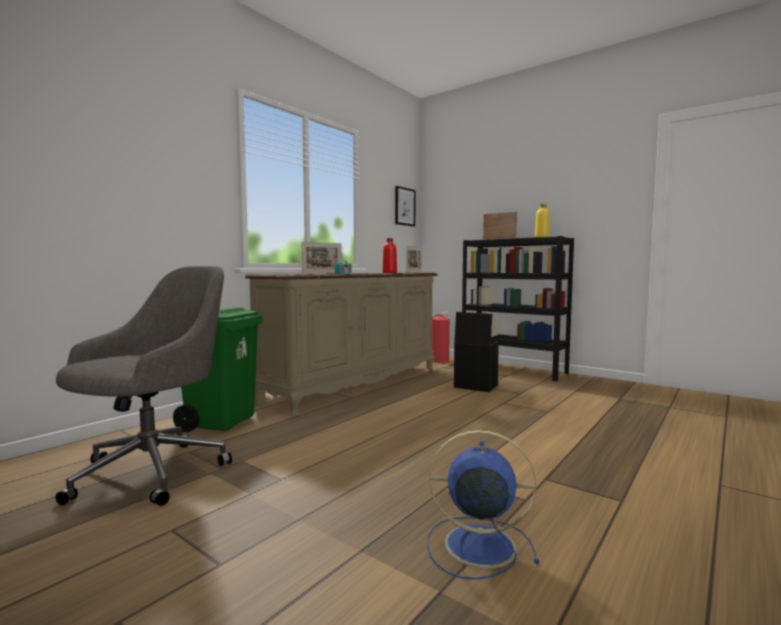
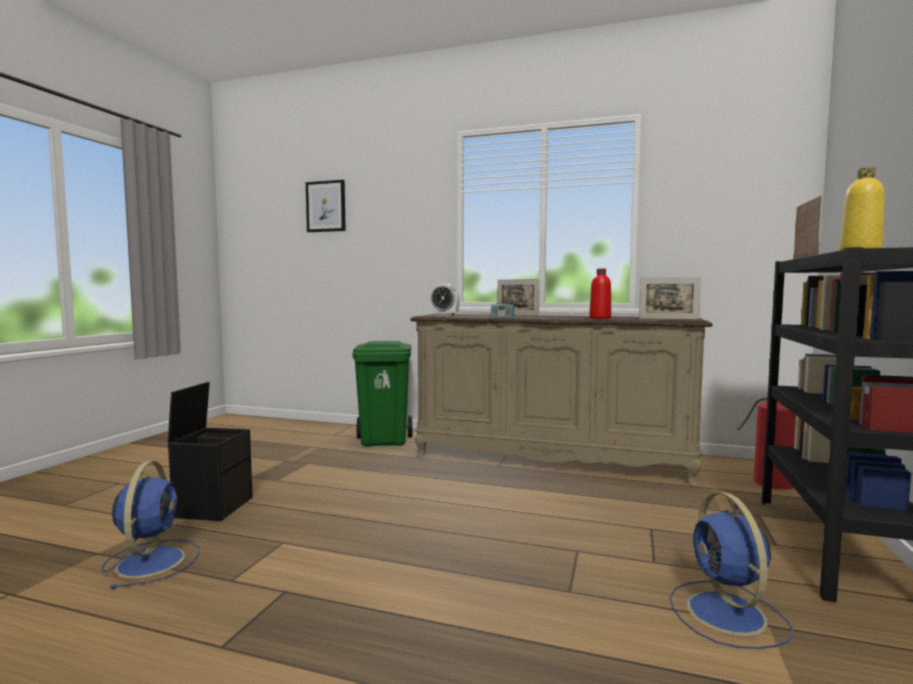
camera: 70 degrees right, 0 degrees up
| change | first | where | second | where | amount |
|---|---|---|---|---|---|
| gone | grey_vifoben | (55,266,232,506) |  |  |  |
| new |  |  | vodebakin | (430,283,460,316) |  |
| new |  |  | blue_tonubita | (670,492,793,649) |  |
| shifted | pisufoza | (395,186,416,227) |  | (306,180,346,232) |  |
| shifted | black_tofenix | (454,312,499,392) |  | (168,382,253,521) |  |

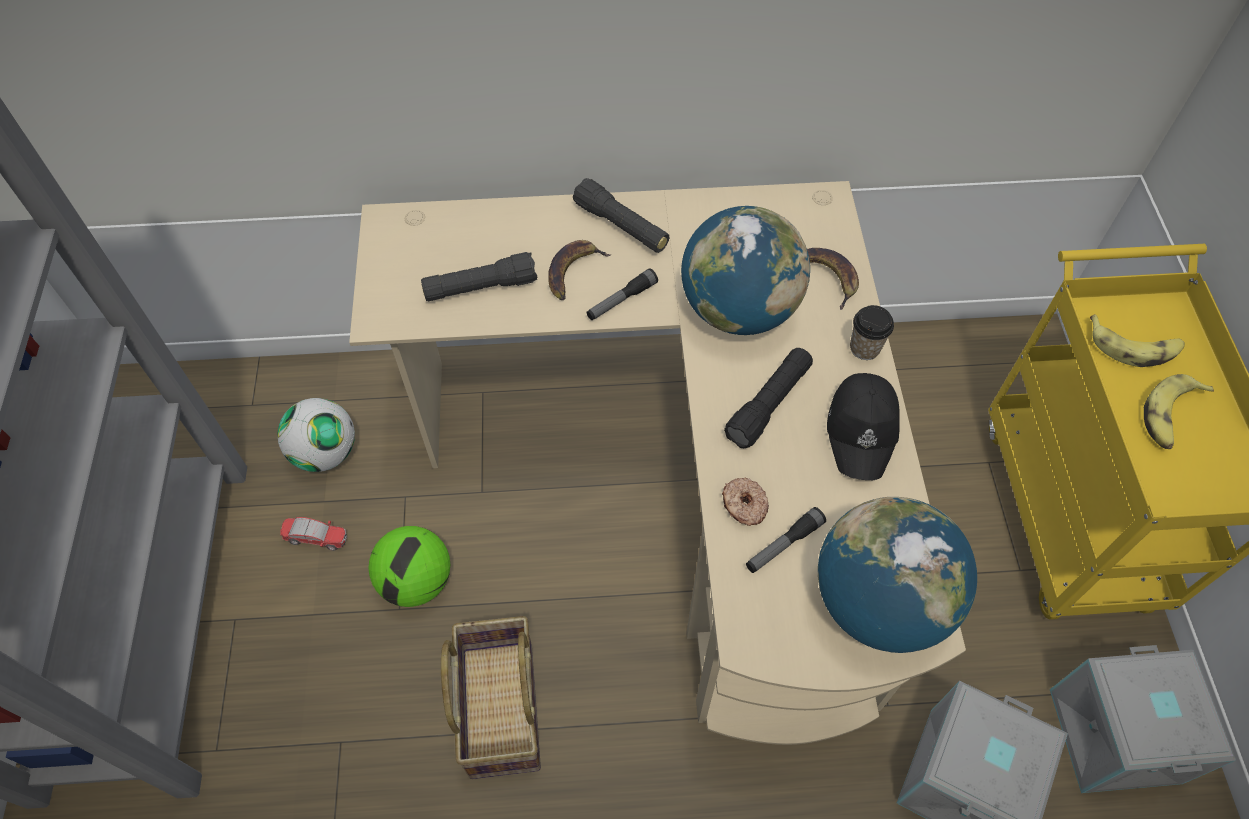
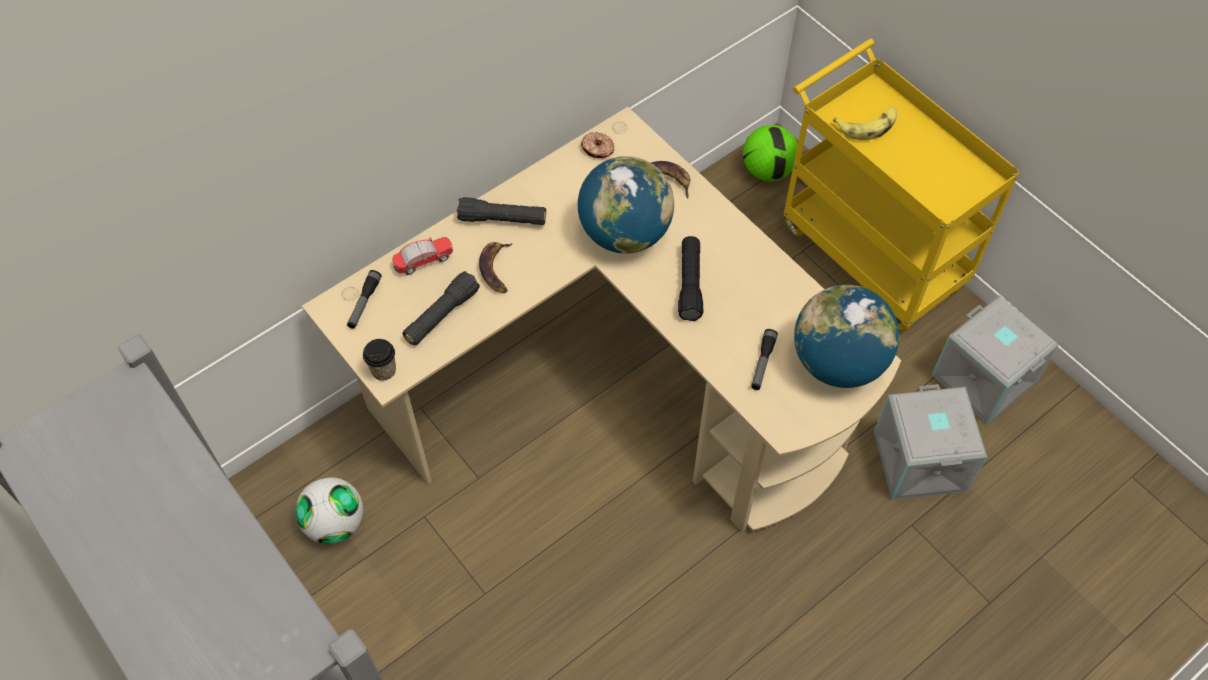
camera: 35 degrees left, 0 degrees up
| change | first | where | second | where | amount |
|---|---|---|---|---|---|
| gone | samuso | (441,616,541,779) |  |  |  |
| gone | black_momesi | (827,373,900,480) |  |  |  |
| gone | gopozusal | (1144,374,1214,449) |  |  |  |
| shifted | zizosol | (280,517,347,551) |  | (392,237,453,275) |  |
| shifted | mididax | (369,526,450,607) |  | (743,125,798,181) |  |
| shifted | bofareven | (586,268,658,320) |  | (347,270,382,329) |  |
| shifted | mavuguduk | (722,478,769,526) |  | (581,132,614,158) |  |
| shifted | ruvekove | (850,305,894,360) |  | (363,339,396,381) |  |

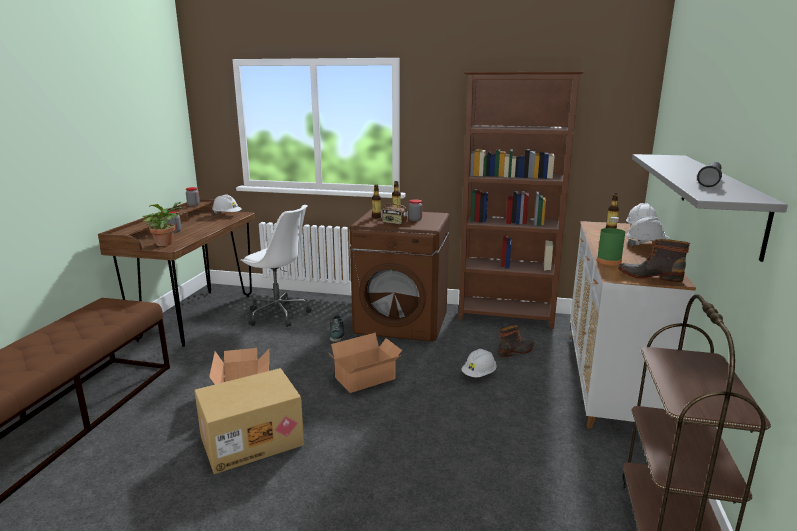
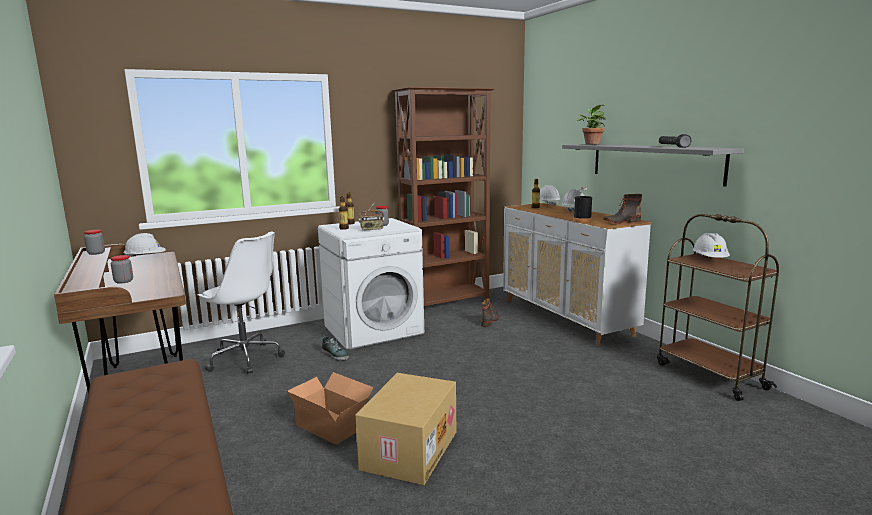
camera: 40 degrees left, 5 degrees down
| change | first | where | second | where | amount |
|---|---|---|---|---|---|
| gone | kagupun | (331,333,402,393) |  |  |  |
| shifted | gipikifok | (143,202,183,246) |  | (576,104,606,145) |  |
| shifted | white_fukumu | (461,349,497,377) |  | (693,233,730,258) |  |
| repainted | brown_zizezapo | (350,209,450,342) | white_zizezapo | (318,218,424,350) |  |
| repainted | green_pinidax | (597,217,625,265) | black_pinidax | (574,187,592,222) |  |
| rotated | white_vifoben | (240,205,312,327) |  | (197,232,285,374) | 45 degrees clockwise |

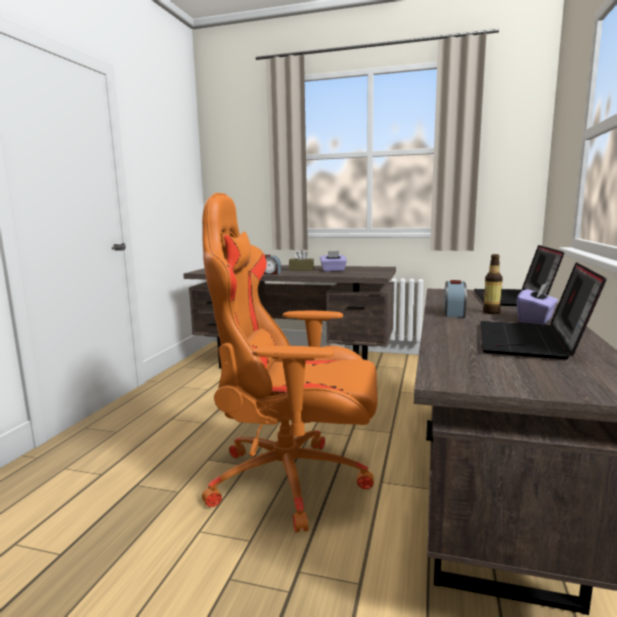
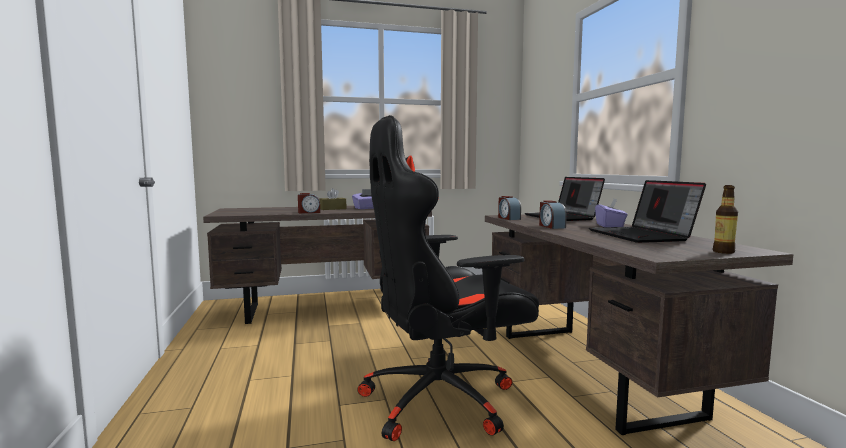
camera: 30 degrees left, 5 degrees down
| change | first | where | second | where | amount |
|---|---|---|---|---|---|
| new |  |  | vodebakin | (498,196,521,220) |  |
| shifted | pinidax | (483,254,503,314) |  | (713,185,738,254) |  |
| repainted | orange_vifoben | (202,193,378,533) | black_vifoben | (357,115,539,441) |  |

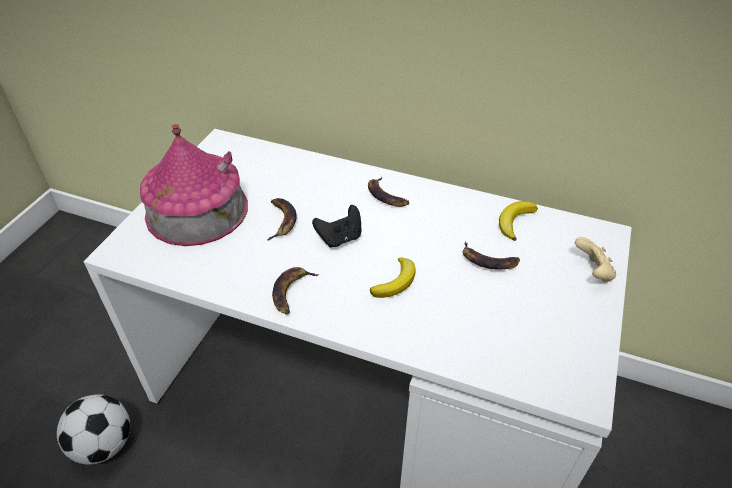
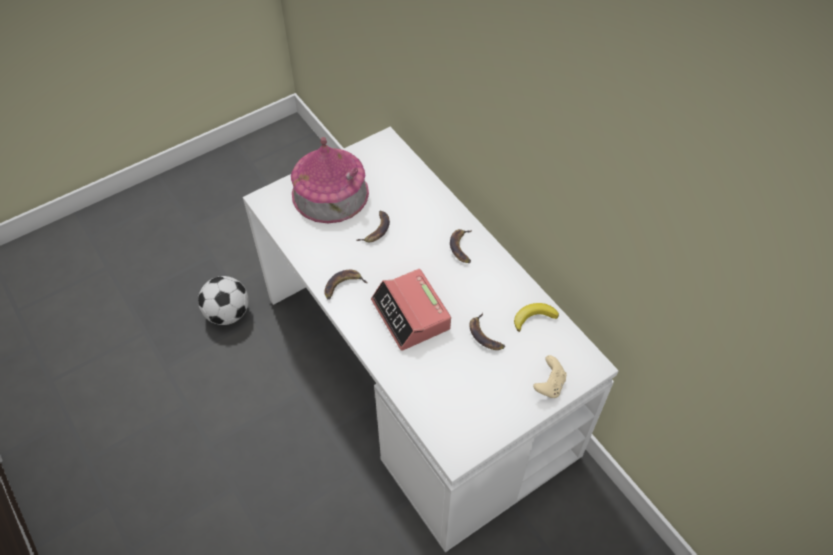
camera: 35 degrees right, 10 degrees up
| change | first | where | second | where | amount |
|---|---|---|---|---|---|
| gone | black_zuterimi | (312,205,361,248) |  |  |  |
| swapped | gopozusal | (370,257,416,298) | vodebakin | (371,269,451,351) |  |

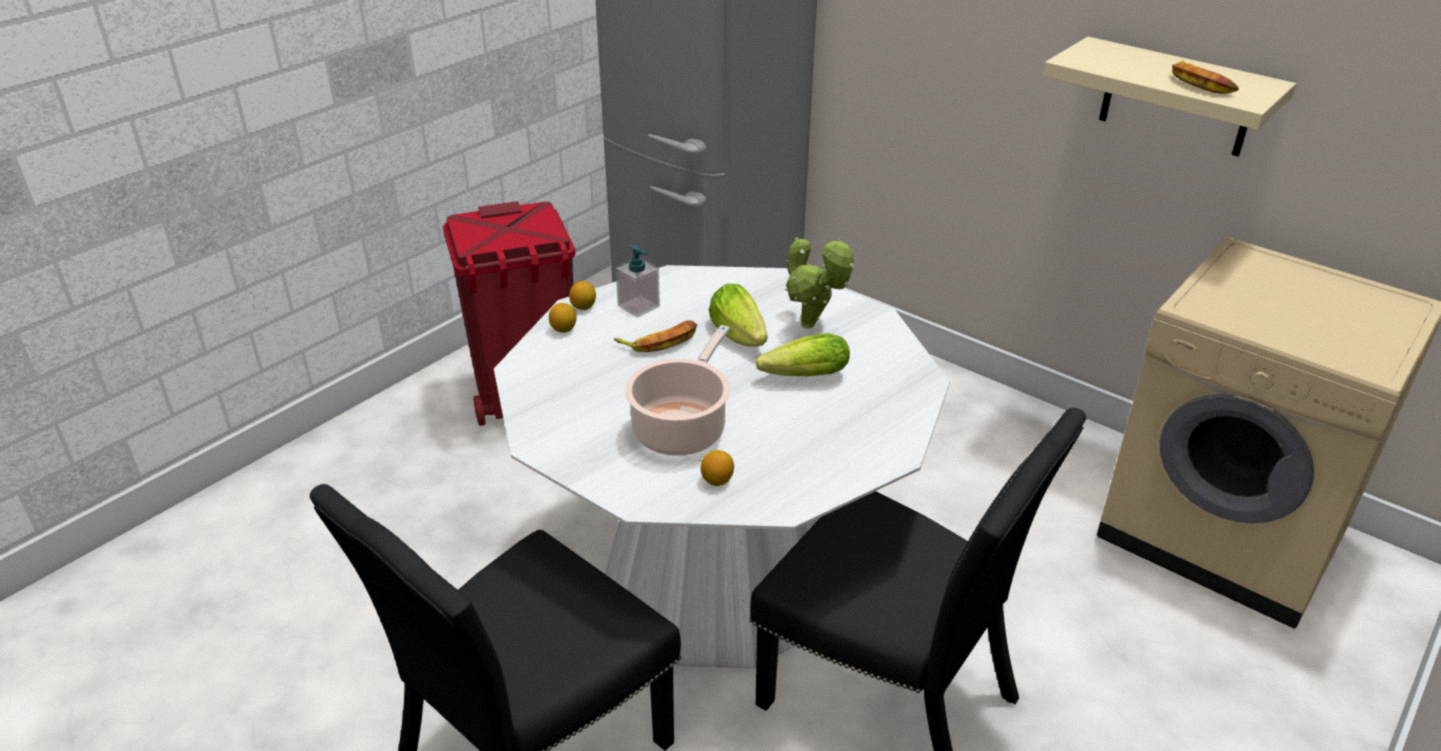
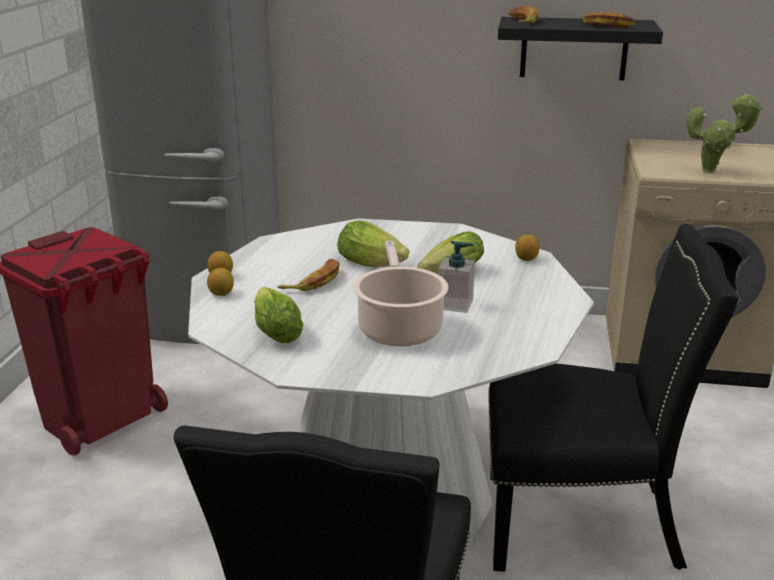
camera: 30 degrees left, 10 degrees down
| change | first | where | second | where | amount |
|---|---|---|---|---|---|
| new |  |  | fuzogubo | (254,287,303,343) |  |
| new |  |  | gopozusal | (509,6,539,23) |  |
| shifted | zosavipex | (616,244,660,317) |  | (438,241,475,313) |  |
| shifted | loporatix | (701,450,734,486) |  | (515,235,539,261) |  |
| shifted | gipikifok | (785,237,854,329) |  | (686,92,763,174) |  |
| repainted | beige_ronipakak | (1043,36,1296,156) | black_ronipakak | (498,17,663,80) |  |

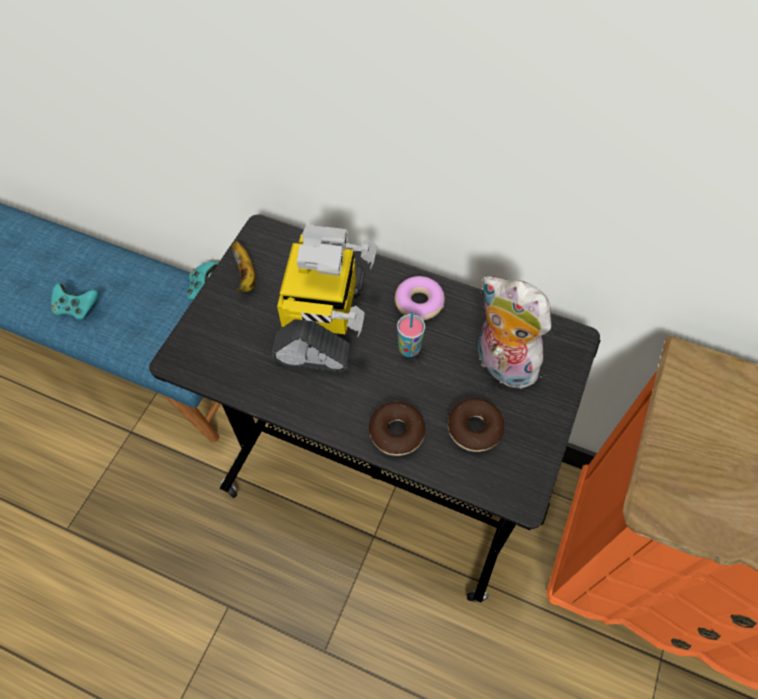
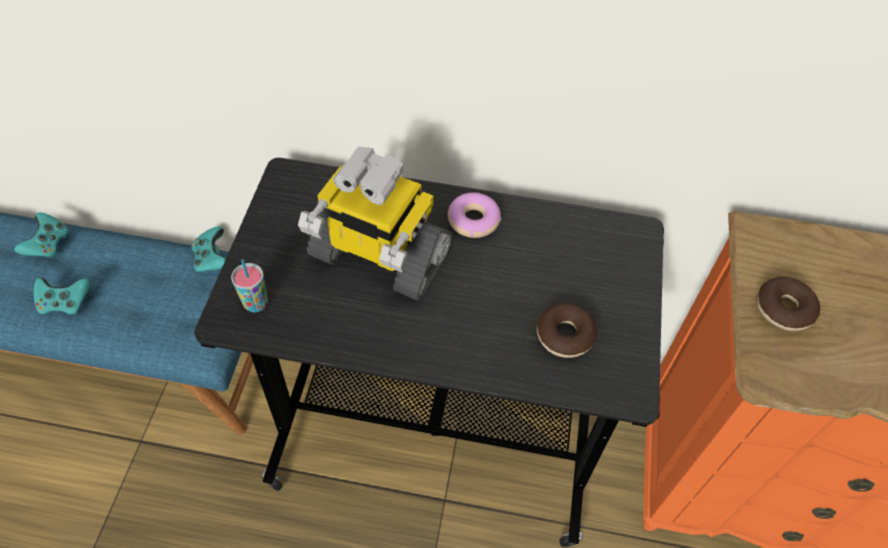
camera: 15 degrees left, 5 degrees down
| change | first | where | second | where | amount |
|---|---|---|---|---|---|
| gone | gopozusal | (233,241,256,292) |  |  |  |
| gone | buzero | (478,276,551,389) |  |  |  |
| new |  |  | turquoise_zuterimi | (14,212,68,258) |  |
| shifted | mavuguduk | (369,402,425,456) |  | (757,277,820,331) |  |
| shifted | ruvekove | (397,312,425,357) |  | (231,259,268,312) |  |
| rotated | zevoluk | (272,224,377,373) |  | (298,147,453,301) | 120 degrees clockwise |

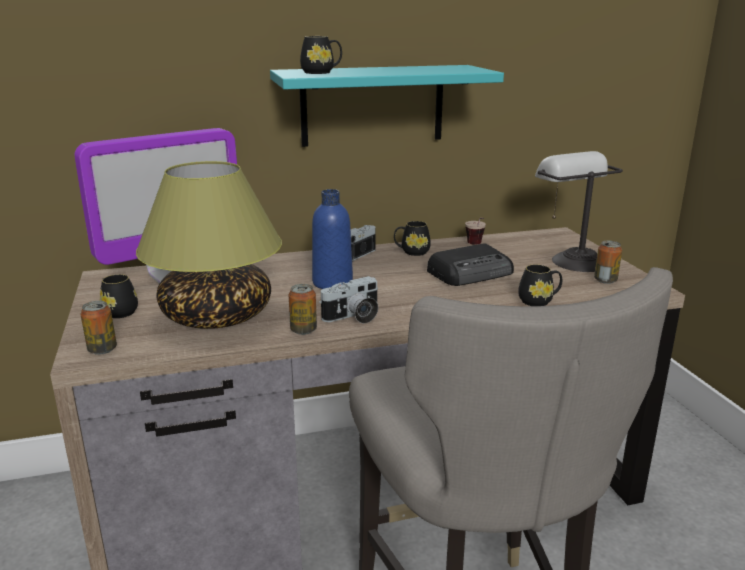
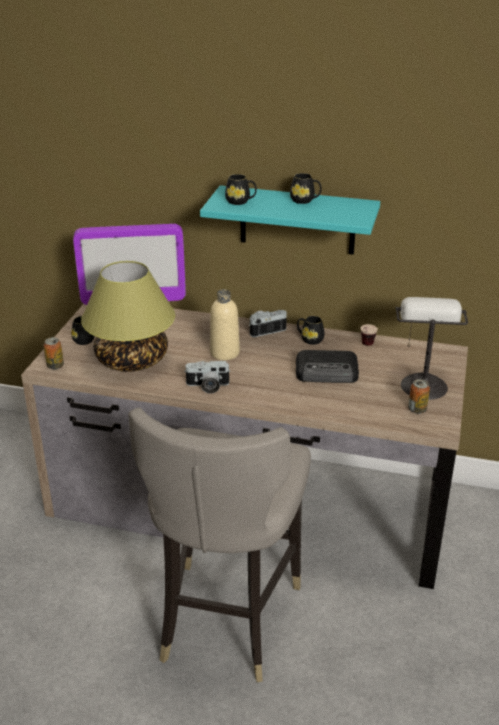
camera: 30 degrees right, 10 degrees up
| change | first | where | second | where | amount |
|---|---|---|---|---|---|
| gone | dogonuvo | (289,284,317,335) |  |  |  |
| shifted | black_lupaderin | (518,264,562,306) |  | (290,173,321,204) |  |
| repainted | blue_pinidax | (312,189,353,289) | beige_pinidax | (210,289,240,360) |  |

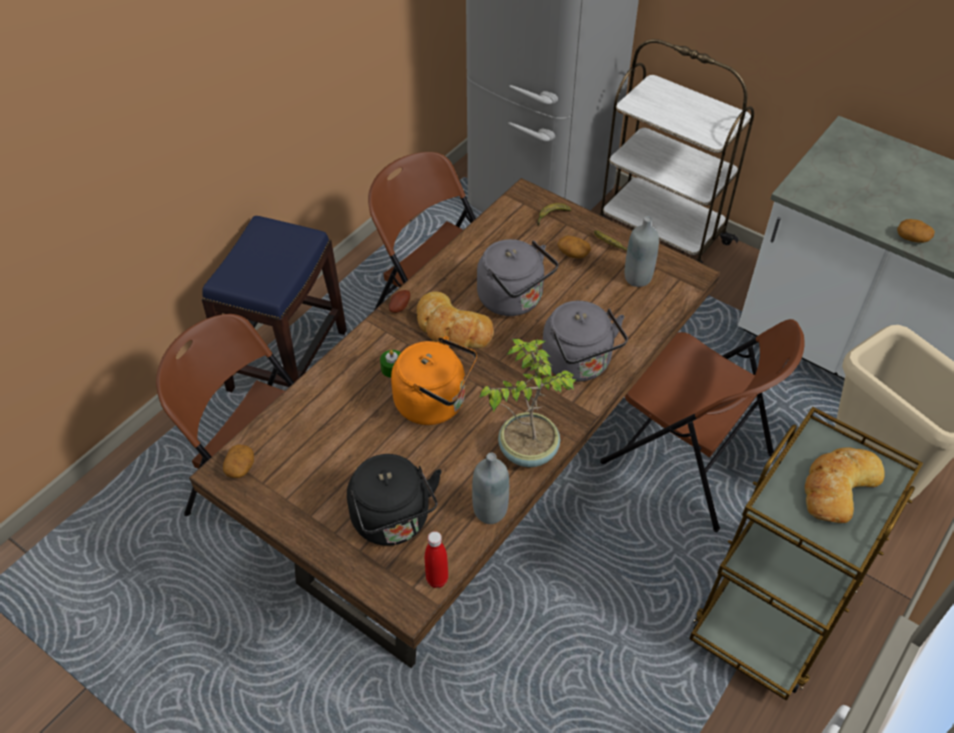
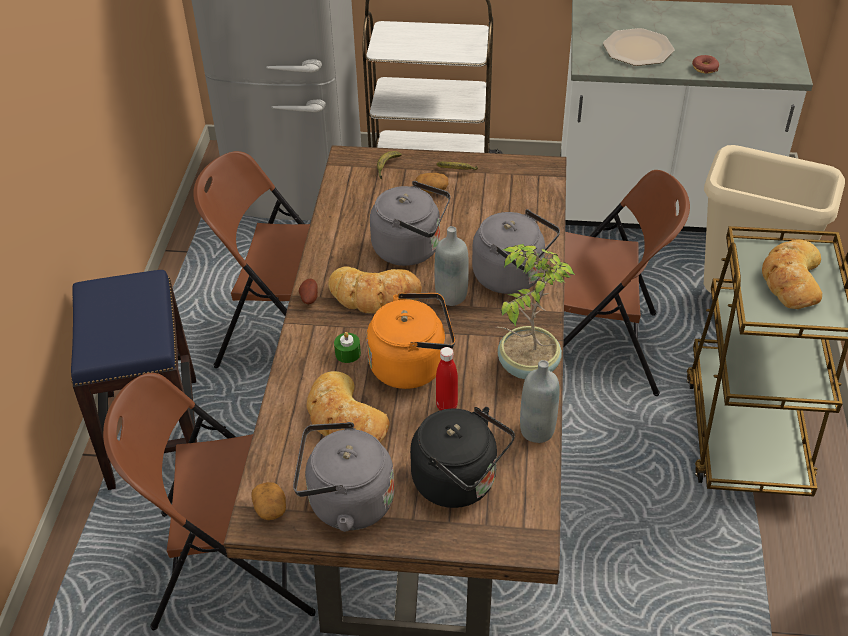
camera: 30 degrees left, 5 degrees down
| change | first | where | second | where | amount |
|---|---|---|---|---|---|
| new |  |  | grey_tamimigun | (293,422,394,532) |  |
| new |  |  | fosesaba | (307,371,390,443) |  |
| new |  |  | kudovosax | (603,28,674,66) |  |
| shifted | red_pinidax | (425,531,448,588) |  | (436,347,458,410) |  |
| shifted | grey_pinidax | (625,216,659,287) |  | (435,226,469,306) |  |
| swapped | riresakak | (897,219,935,243) | mavuguduk | (692,55,719,74) |  |

